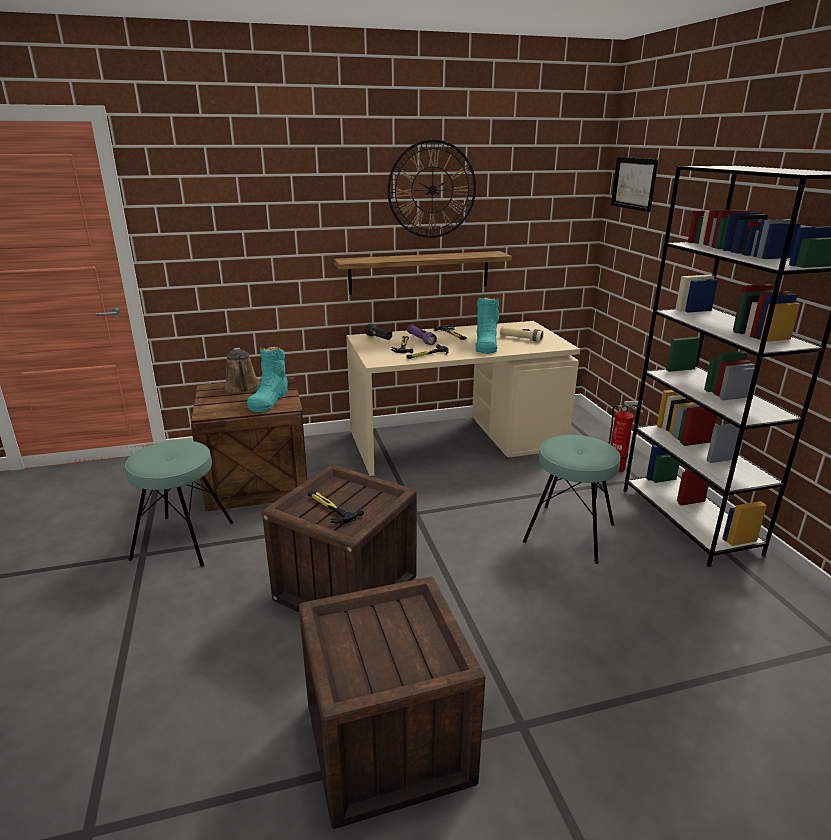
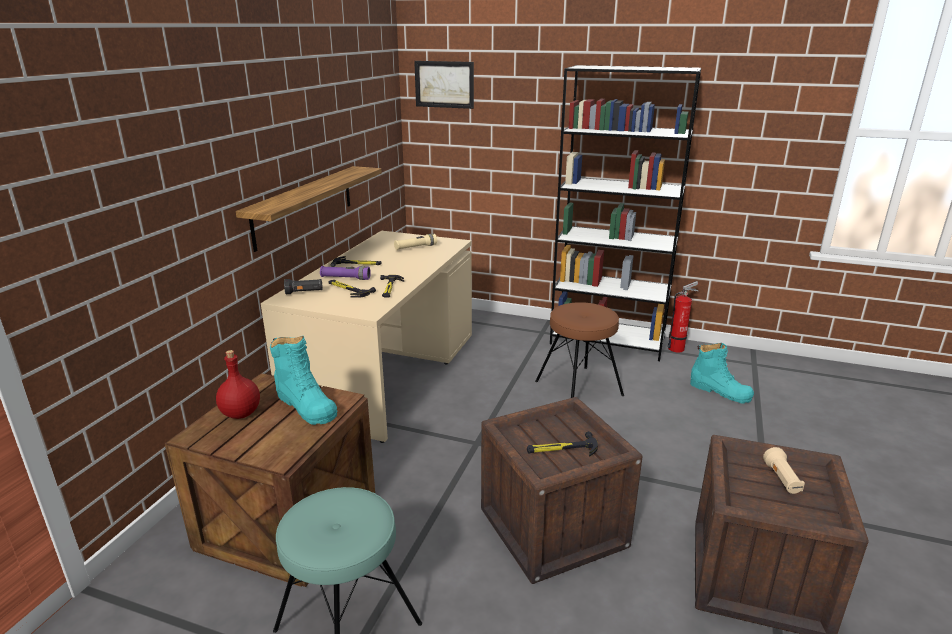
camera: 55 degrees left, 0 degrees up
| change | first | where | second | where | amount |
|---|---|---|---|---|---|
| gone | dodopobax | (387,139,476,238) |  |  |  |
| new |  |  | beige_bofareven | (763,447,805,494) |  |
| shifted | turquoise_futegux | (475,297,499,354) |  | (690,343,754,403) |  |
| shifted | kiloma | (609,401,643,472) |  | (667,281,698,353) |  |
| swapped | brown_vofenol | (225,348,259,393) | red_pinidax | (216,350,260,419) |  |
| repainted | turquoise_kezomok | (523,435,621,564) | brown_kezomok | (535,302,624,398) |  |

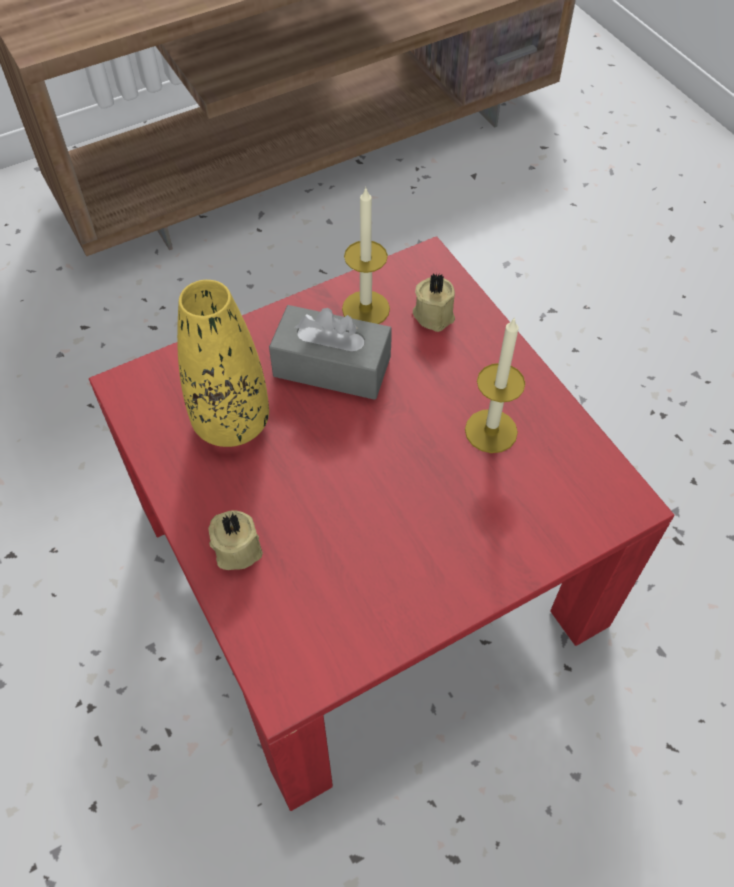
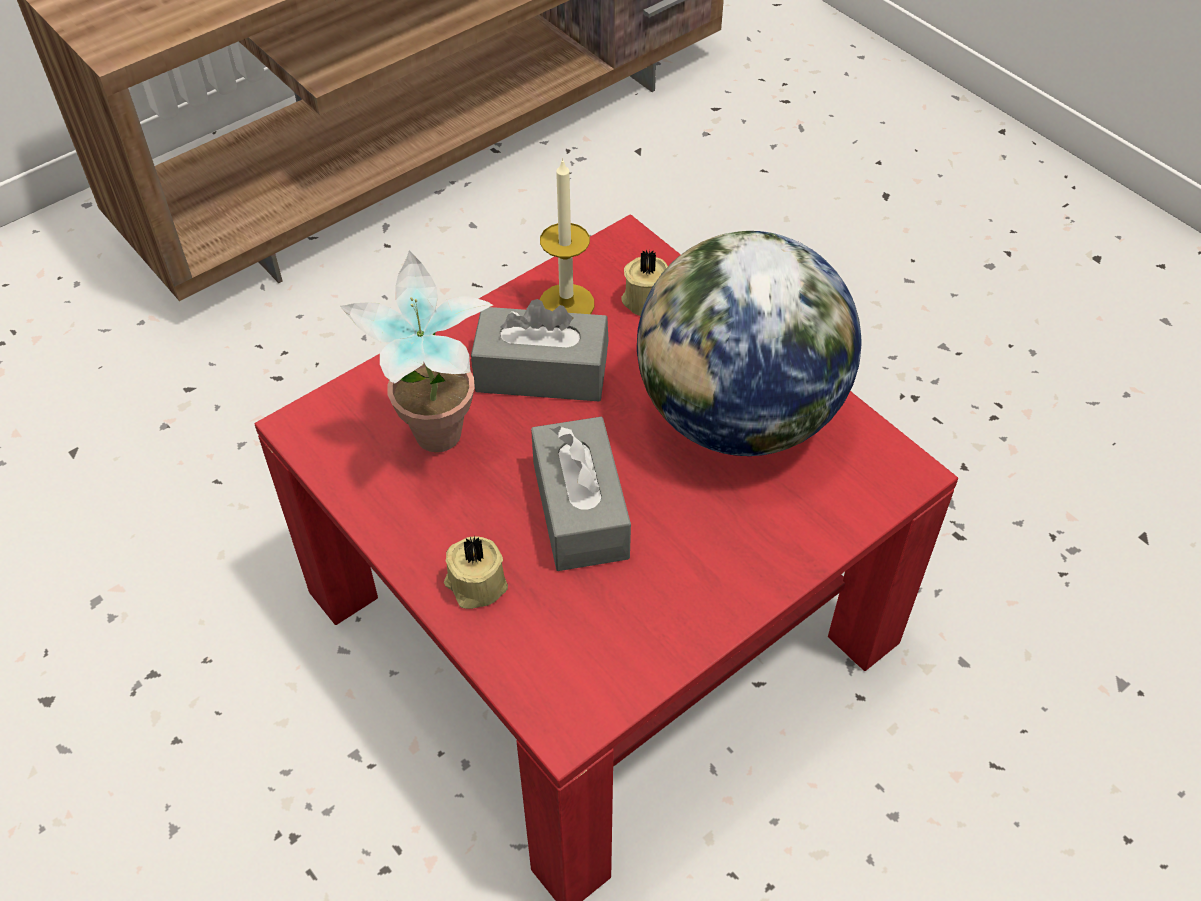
camera: 10 degrees left, 5 degrees down
| change | first | where | second | where | amount |
|---|---|---|---|---|---|
| new |  |  | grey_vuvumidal | (531,417,631,571) |  |
| swapped | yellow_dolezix | (177,280,269,447) | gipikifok | (340,251,494,452) |  |
| swapped | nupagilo | (465,317,525,453) | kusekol | (637,231,862,456) |  |

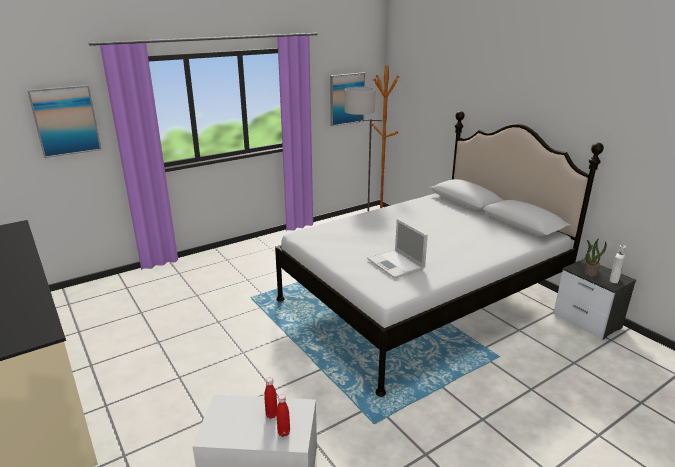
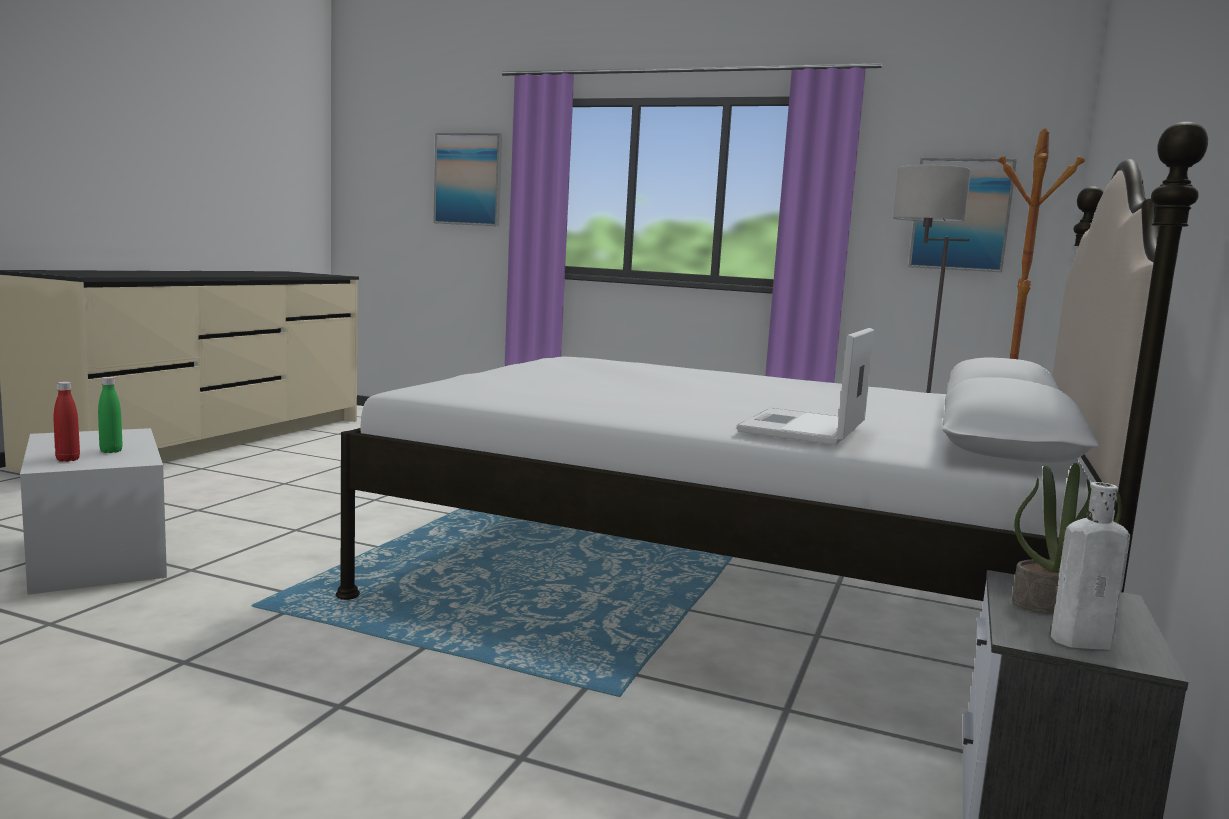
camera: 55 degrees right, 15 degrees down
| change | first | where | second | where | amount |
|---|---|---|---|---|---|
| shifted | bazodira | (367,219,428,279) |  | (737,328,874,445) |  |
| repainted | red_pinidax | (264,378,277,419) | green_pinidax | (98,377,123,453) |  |

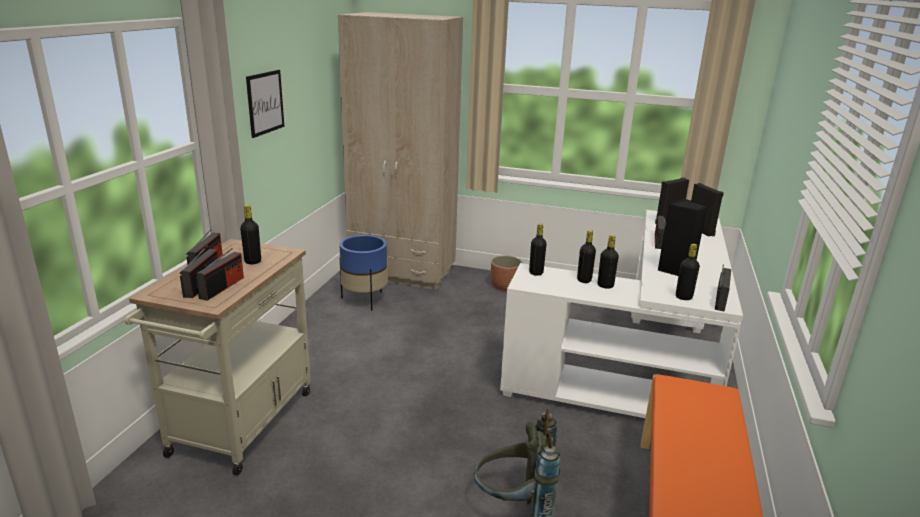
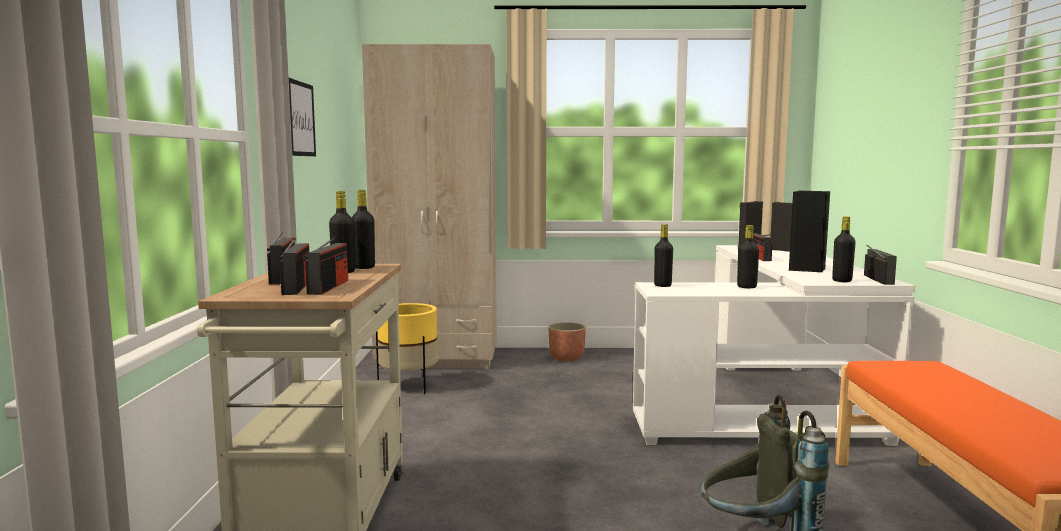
camera: 15 degrees left, 15 degrees down
| change | first | where | second | where | amount |
|---|---|---|---|---|---|
| shifted | black_pinidax | (577,230,596,283) |  | (352,190,375,269) |  |
| repainted | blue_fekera | (339,235,388,311) | yellow_fekera | (376,303,438,394) |  |

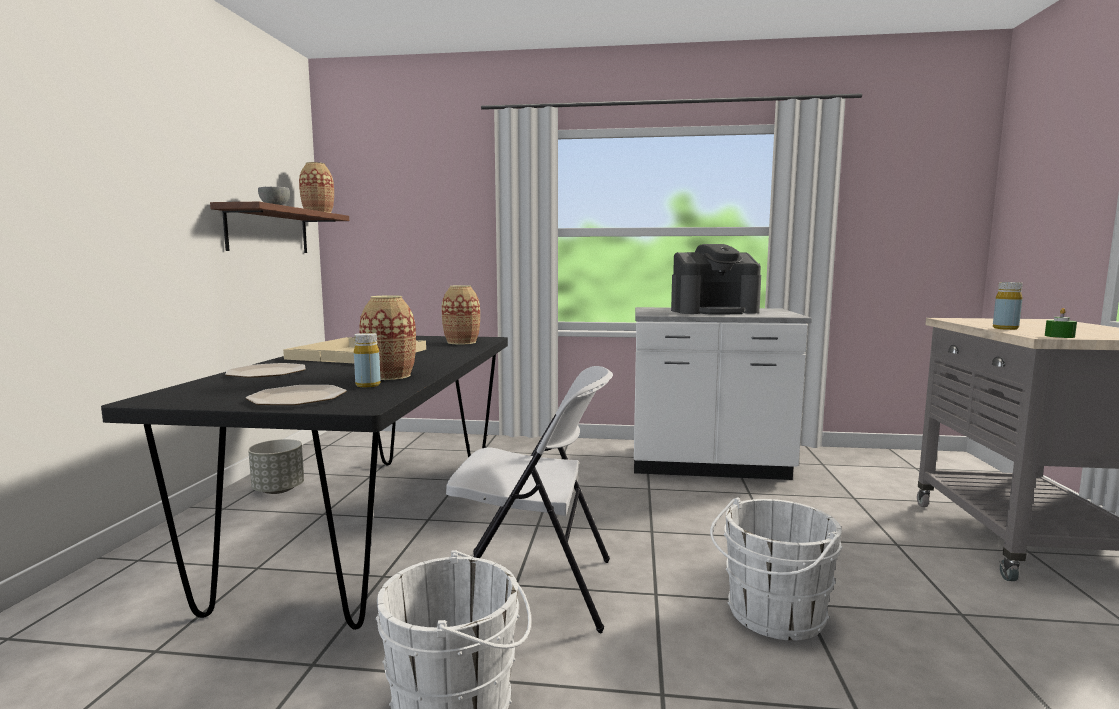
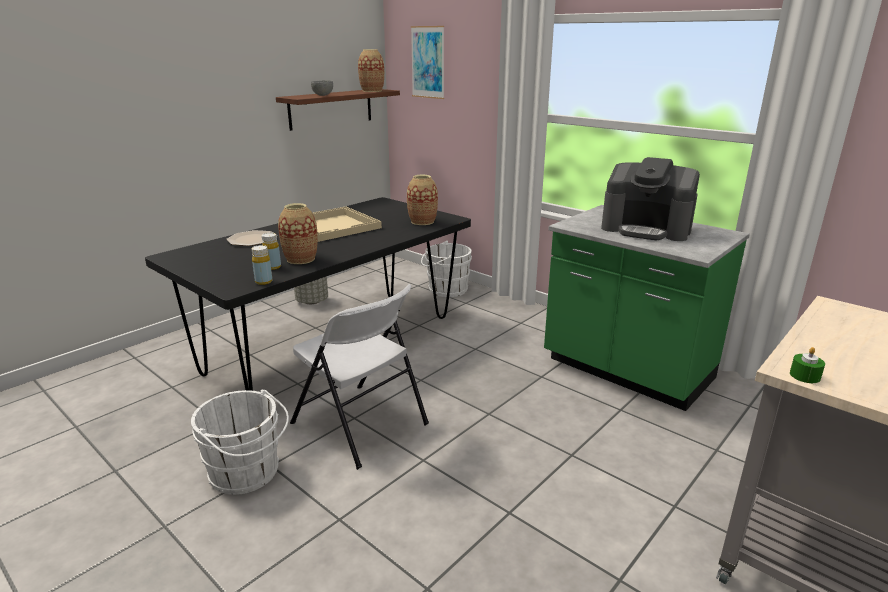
camera: 35 degrees right, 15 degrees up
| change | first | where | second | where | amount |
|---|---|---|---|---|---|
| gone | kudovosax | (246,385,347,405) |  |  |  |
| new |  |  | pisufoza | (411,26,444,99) |  |
| shifted | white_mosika | (710,497,843,640) |  | (421,241,472,297) |  |
| shifted | yellow_pinidax | (993,282,1023,330) |  | (252,245,272,285) |  |
| repainted | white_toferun | (634,307,812,480) | green_toferun | (544,205,750,411) |  |

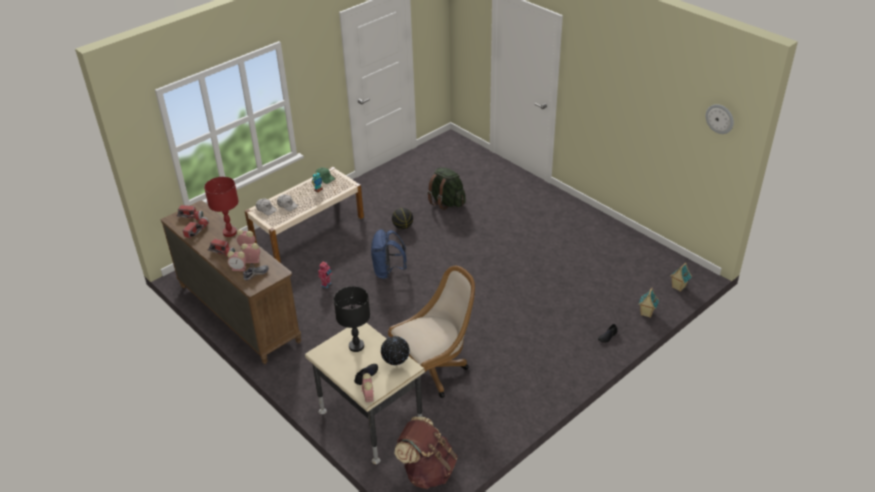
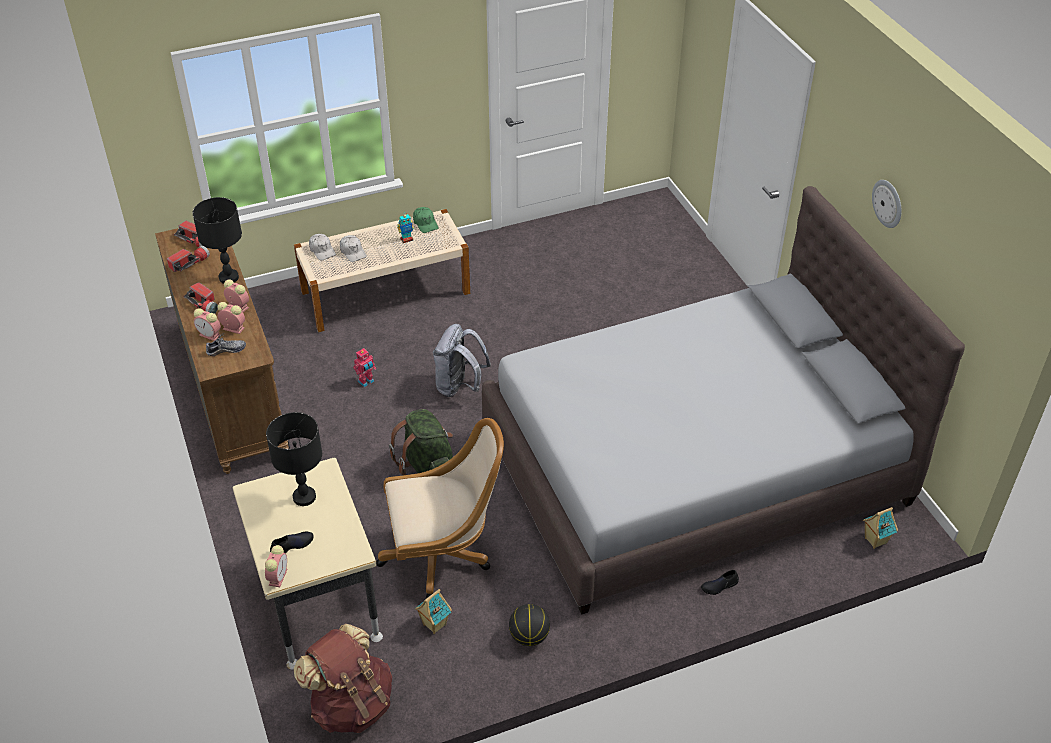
camera: 20 degrees right, 5 degrees up
| change | first | where | second | where | amount |
|---|---|---|---|---|---|
| gone | kusekol | (381,336,410,365) |  |  |  |
| new |  |  | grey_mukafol | (482,186,965,614) |  |
| shifted | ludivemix | (392,208,413,229) |  | (509,604,550,646) |  |
| shifted | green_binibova | (427,167,466,210) |  | (389,409,453,475) |  |
| shifted | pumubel | (638,288,659,318) |  | (415,589,452,634) |  |
| shifted | dodopobax | (706,104,734,134) |  | (872,180,902,228) |  |
| repainted | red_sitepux | (204,177,239,237) | black_sitepux | (192,197,242,284) |  |
| repainted | blue_binibova | (371,229,407,279) | grey_binibova | (433,324,491,397) |  |

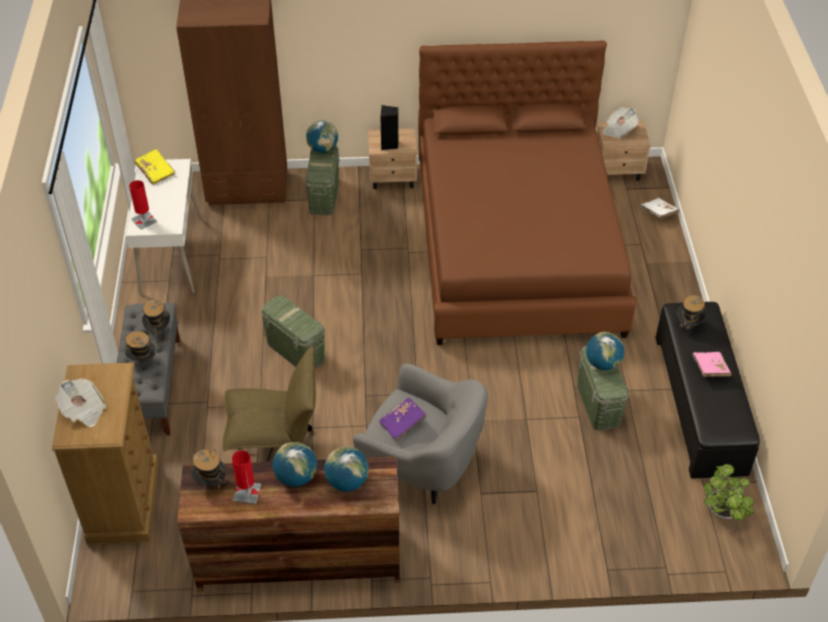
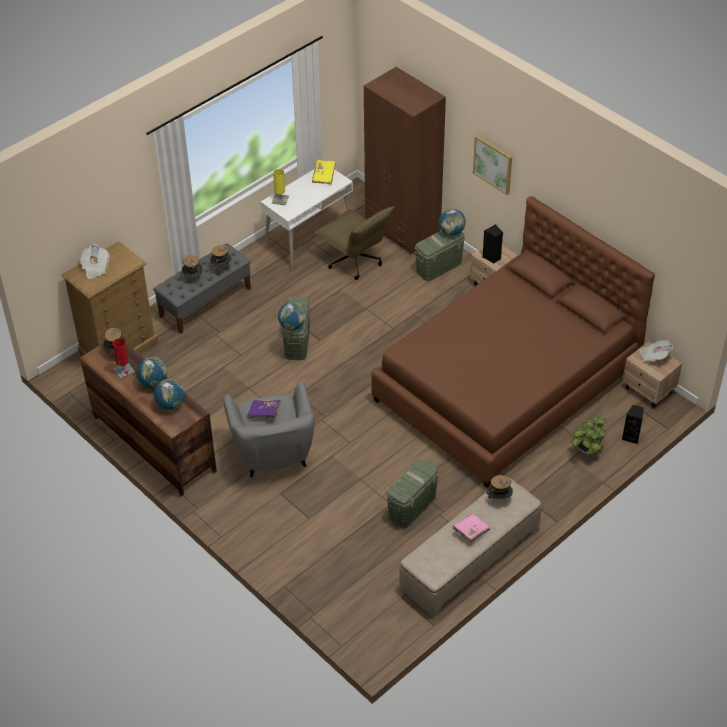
camera: 50 degrees right, 0 degrees up
| change | first | where | second | where | amount |
|---|---|---|---|---|---|
| new |  |  | pisufoza | (473,135,512,195) |  |
| shifted | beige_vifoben | (222,346,316,462) |  | (313,207,395,280) |  |
| shifted | kusekol | (586,332,625,370) |  | (278,302,306,330) |  |
| shifted | gipikifok | (704,464,754,520) |  | (570,415,606,454) |  |
| swapped | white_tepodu | (640,198,679,219) | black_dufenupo | (622,405,644,444) |  |
| repainted | red_sitepux | (129,180,157,230) | yellow_sitepux | (272,169,289,205) |  |
| repainted | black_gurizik | (656,302,760,479) | beige_gurizik | (399,477,542,617) |  |

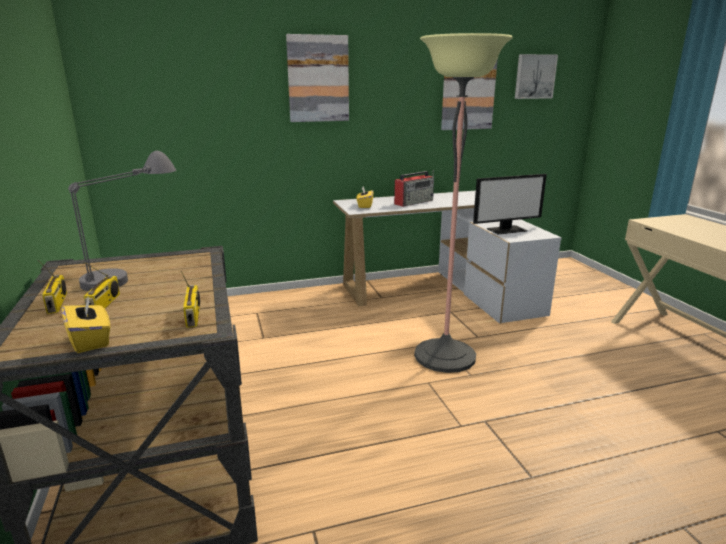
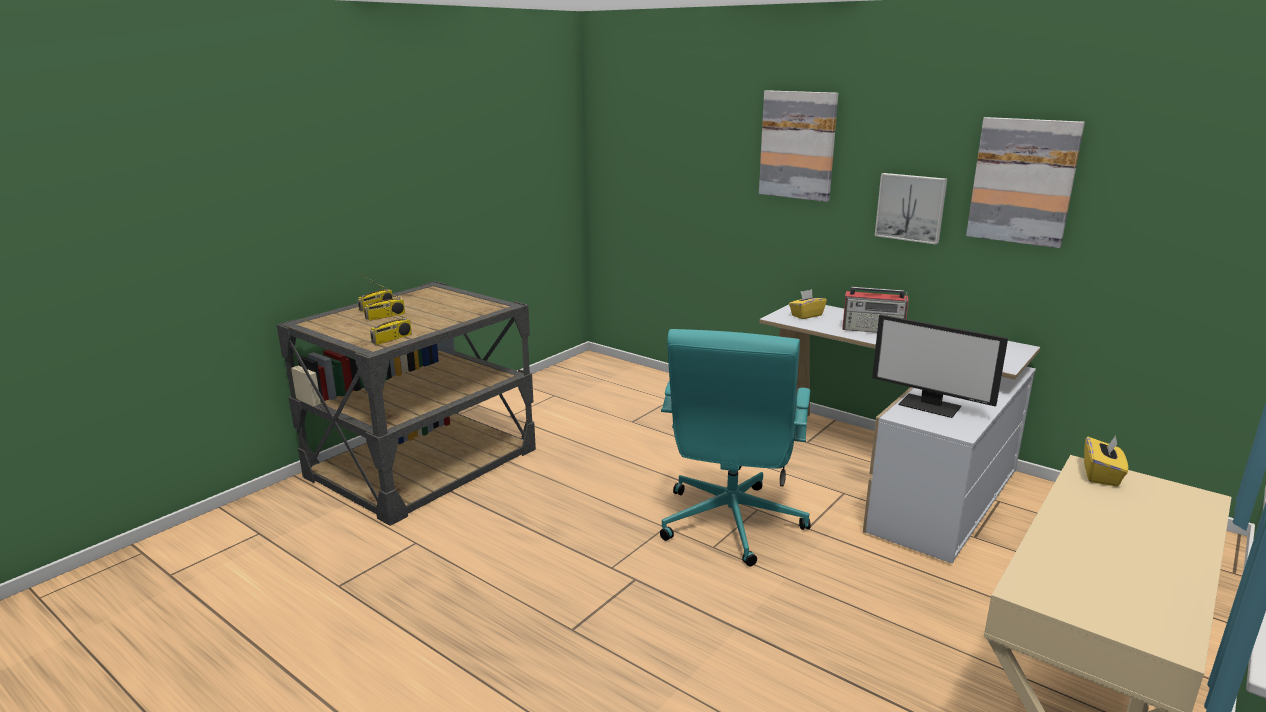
camera: 55 degrees right, 0 degrees up
| change | first | where | second | where | amount |
|---|---|---|---|---|---|
| gone | grey_sitepux | (68,151,176,291) |  |  |  |
| shifted | yellow_vuvumidal | (62,293,110,353) |  | (1084,435,1128,486) |  |
| shifted | pisufoza | (515,54,558,99) |  | (875,173,947,244) |  |
| swapped | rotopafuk | (414,33,512,373) | turquoise_vifoben | (660,329,811,566) |  |

